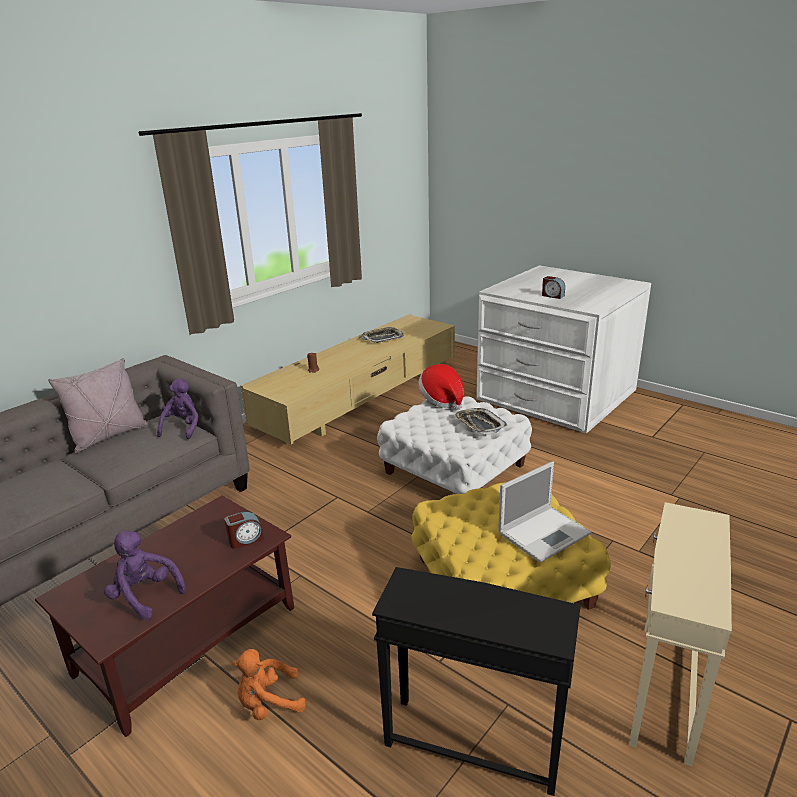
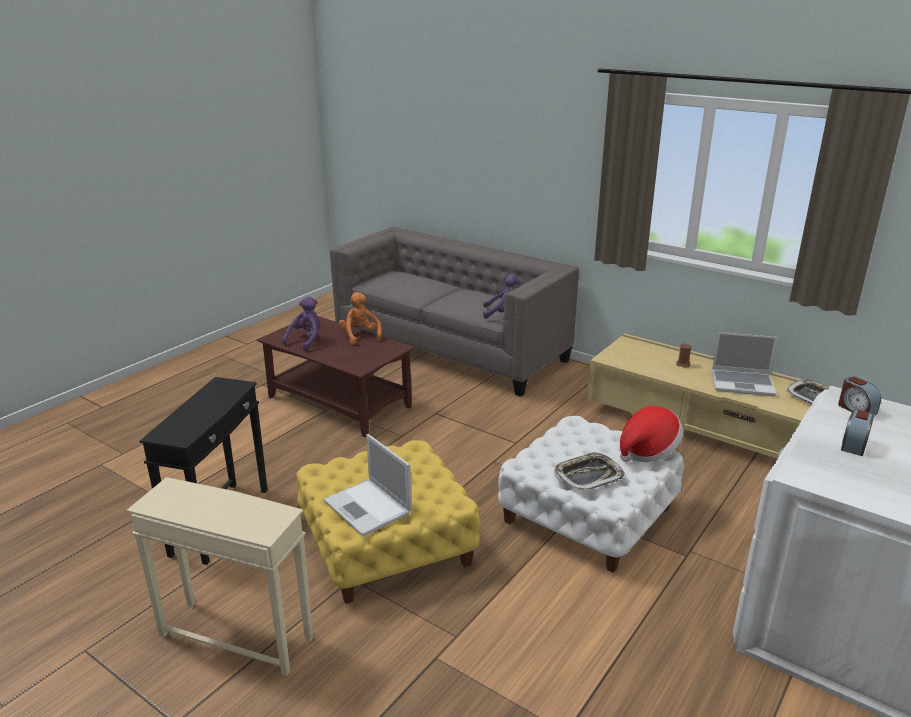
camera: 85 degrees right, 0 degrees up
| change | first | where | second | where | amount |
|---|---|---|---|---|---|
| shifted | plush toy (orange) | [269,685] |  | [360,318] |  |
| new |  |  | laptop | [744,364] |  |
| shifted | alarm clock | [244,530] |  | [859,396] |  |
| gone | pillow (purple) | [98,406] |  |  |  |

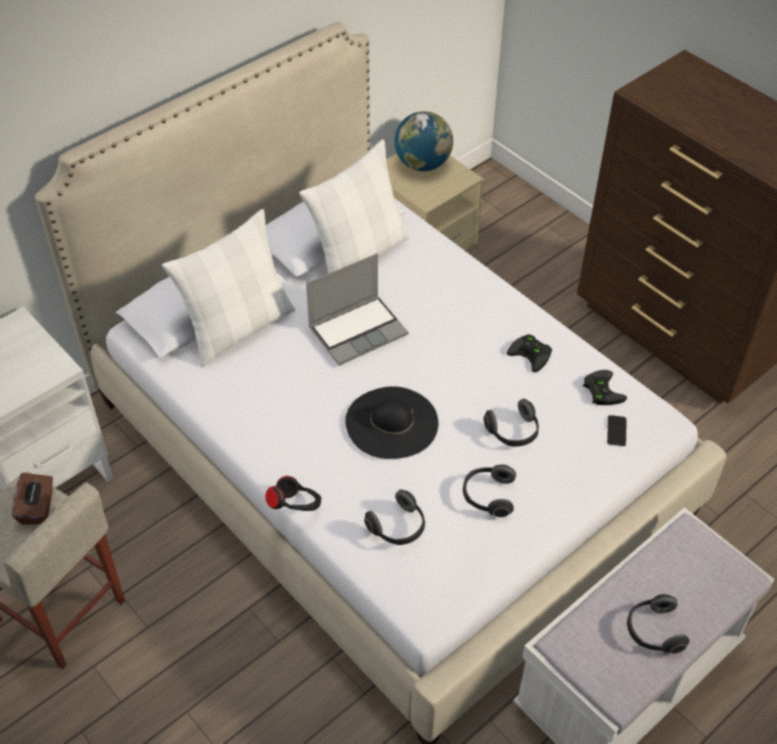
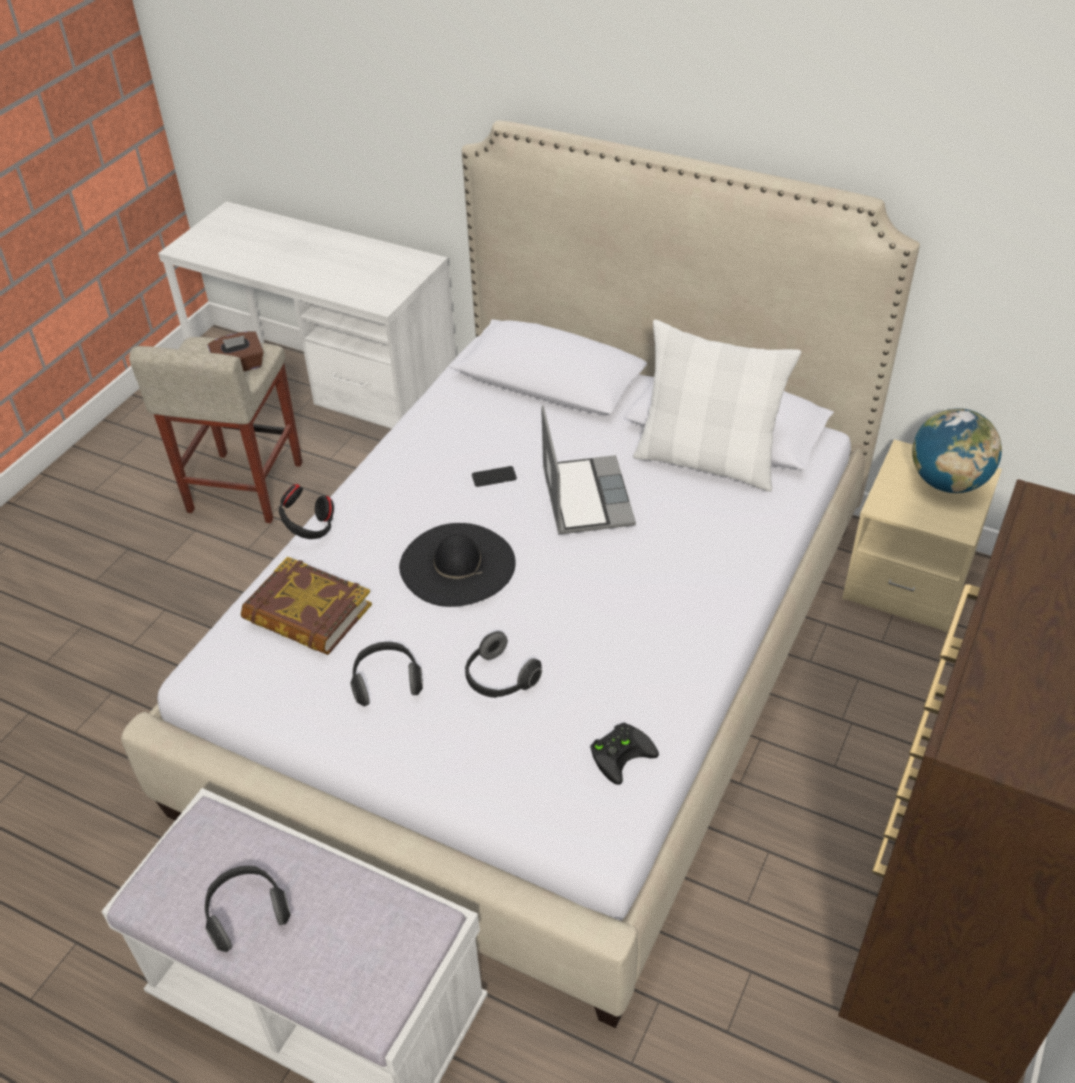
camera: 70 degrees right, 5 degrees down
| change | first | where | second | where | amount |
|---|---|---|---|---|---|
| swapped | headphones | [394,517] | book | [306,606] |  |
| shifted | phone | [617,430] |  | [494,476] |  |
| rotated | laptop | [357,309] |  | [588,470] | 135 degrees counterclockwise |
| gone | pillow (white) | [228,288] |  |  |  |
| gone | game controller (black) | [529,353] |  |  |  |

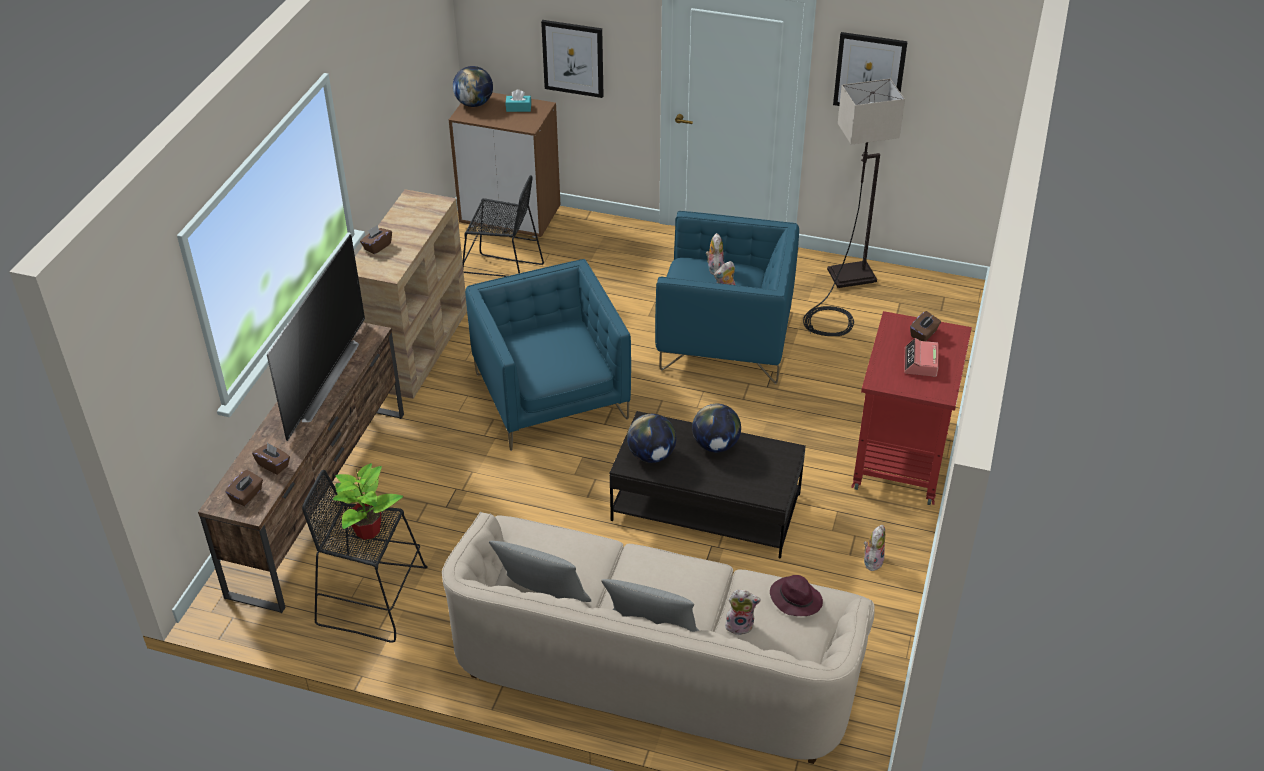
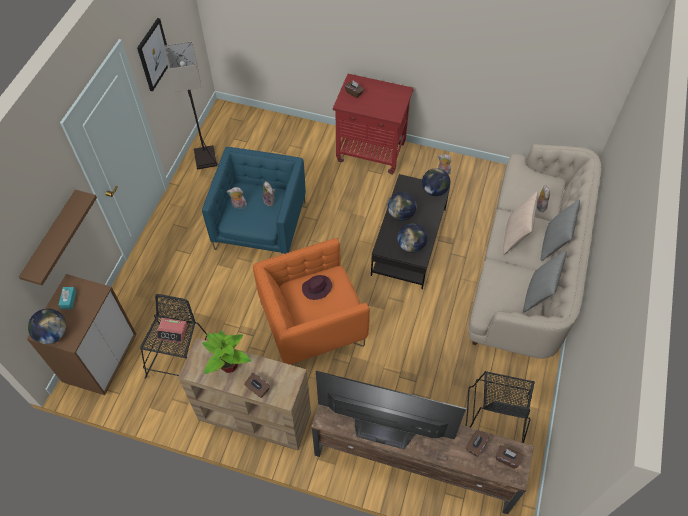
camera: 90 degrees left, 15 degrees up
| change | first | where | second | where | amount |
|---|---|---|---|---|---|
| swapped | picture | [572,59] | shelf (brown) | [58,237] |  |
| shifted | alarm clock | [921,357] |  | [172,330] |  |
| shifted | potted plant | [368,501] |  | [226,352] |  |
| repainted | armchair (blue) | [548,355] | armchair (orange) | [311,301] |  |
| shifted | hat (purple) | [796,595] |  | [317,287] |  |
| new |  |  | globe | [436,182] |  |
| new |  |  | pillow (beige) | [520,223] |  |

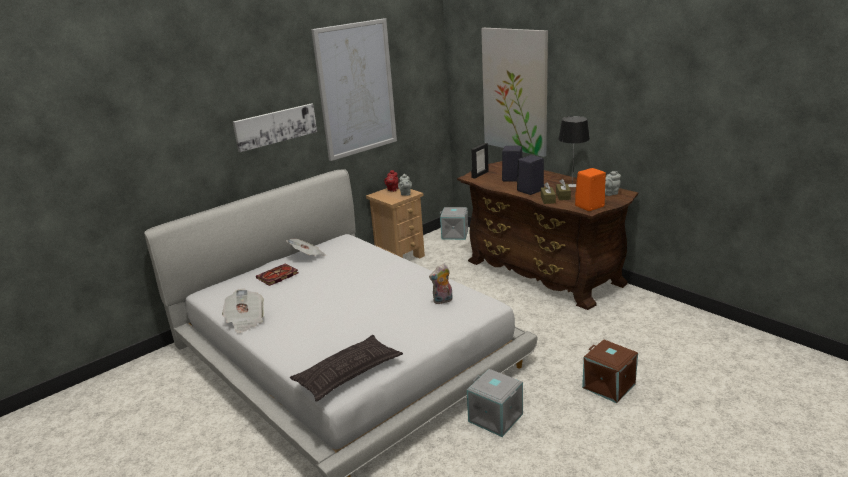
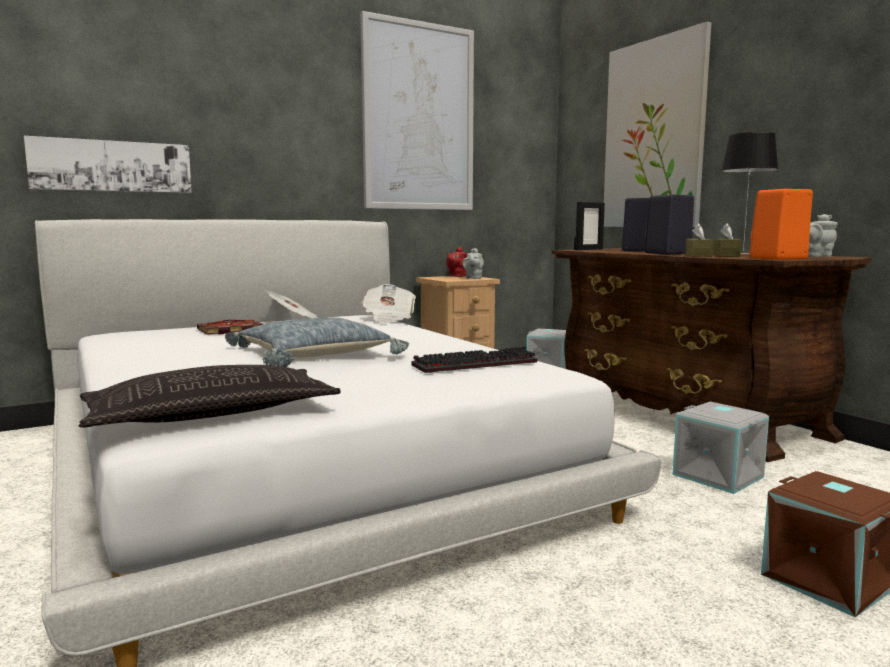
camera: 10 degrees right, 15 degrees down
| change | first | where | second | where | amount |
|---|---|---|---|---|---|
| shifted | picture | [275,127] |  | [108,164] |  |
| new |  |  | pillow | [317,342] |  |
| shifted | newspaper | [243,311] |  | [389,303] |  |
| swapped | plush toy | [441,284] | keyboard | [474,360] |  |
| shifted | storage box (grey) | [495,403] |  | [720,448] |  |

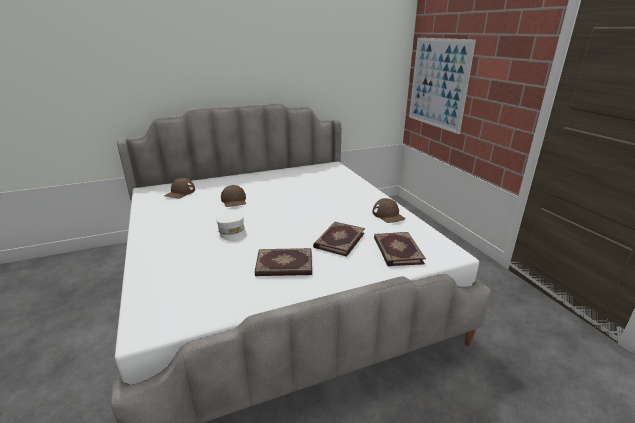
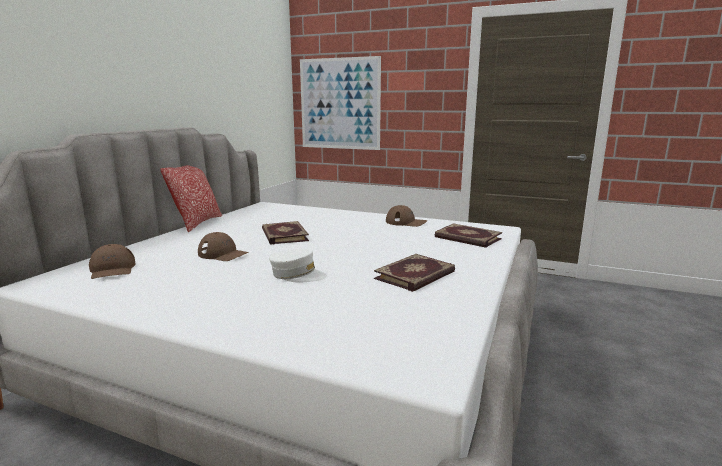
camera: 45 degrees left, 10 degrees down
| change | first | where | second | where | amount |
|---|---|---|---|---|---|
| new |  |  | pillow | [191,199] |  |
| shifted | book | [339,239] |  | [285,233] |  |

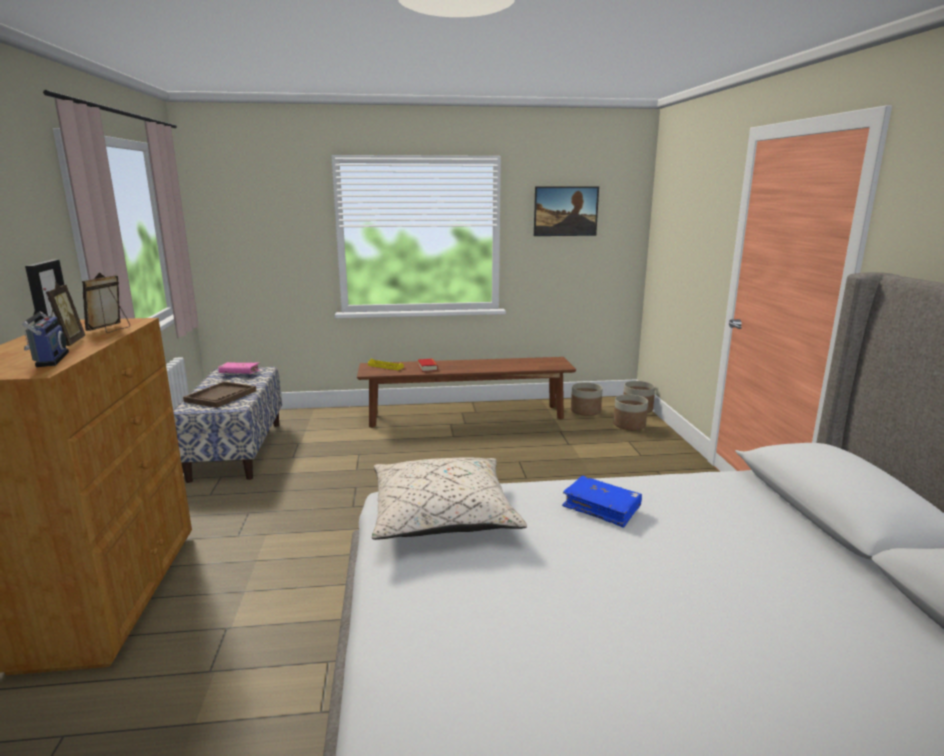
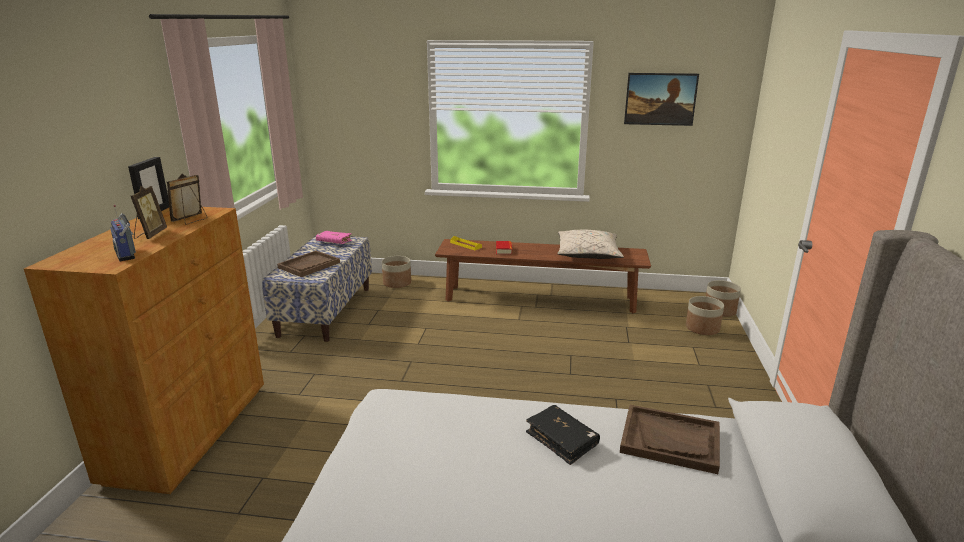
camera: 15 degrees right, 5 degrees up
| change | first | where | second | where | amount |
|---|---|---|---|---|---|
| rotated | radio | [45,327] |  | [123,233] | 150 degrees clockwise |
| shifted | planter | [587,399] |  | [396,272] |  |
| repainted | book (blue) | [602,502] | book (black) | [563,435] |  |
| shifted | pillow (beige) | [449,498] |  | [591,244] |  |
| new |  |  | tray (brown) | [670,439] |  |

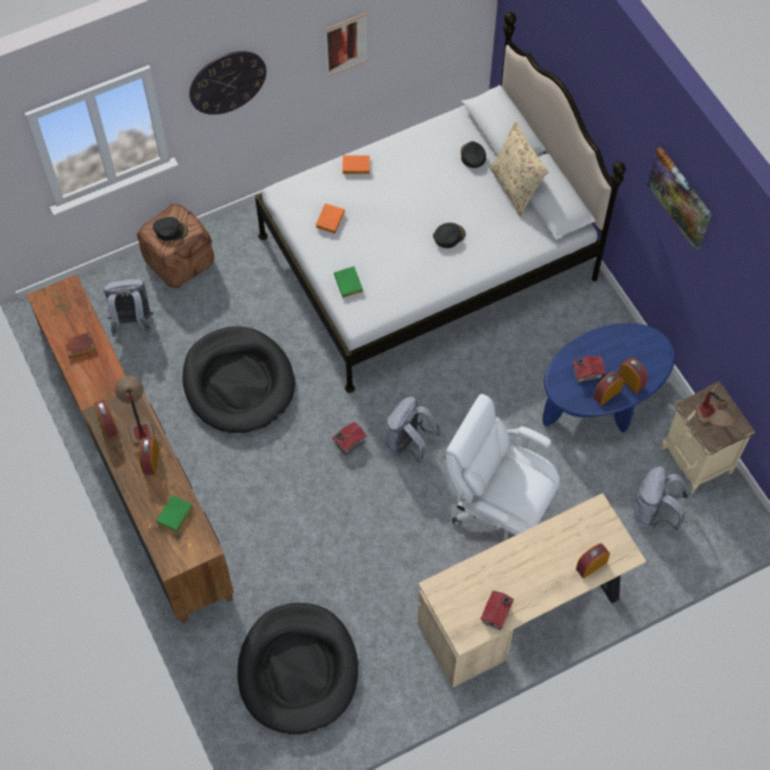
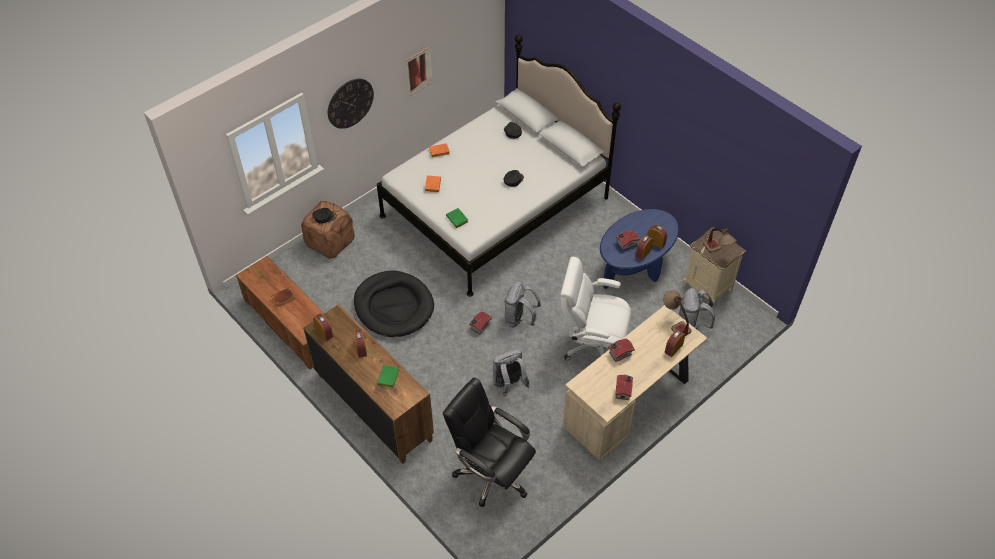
camera: 15 degrees left, 10 degrees down
| change | first | where | second | where | amount |
|---|---|---|---|---|---|
| swapped | dog bed (black) | [297,668] | office chair (black) | [489,442] |  |
| shifted | backpack (grey) | [128,308] |  | [511,373] |  |
| new |  |  | toy house | [621,350] |  |
| shifted | table lamp | [135,410] |  | [677,313] |  |
| gone | pillow (beige) | [519,169] |  |  |  |
| gone | picture | [679,199] |  |  |  |

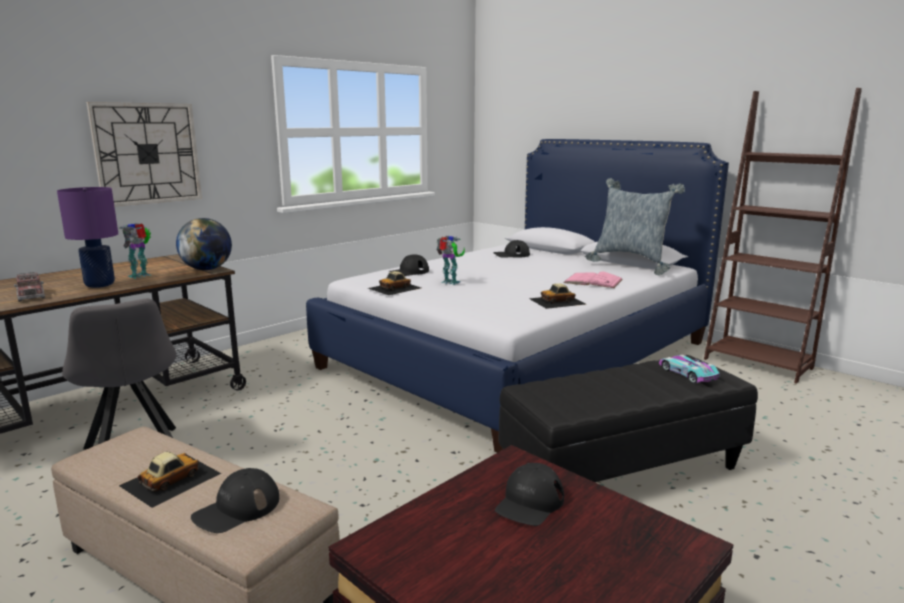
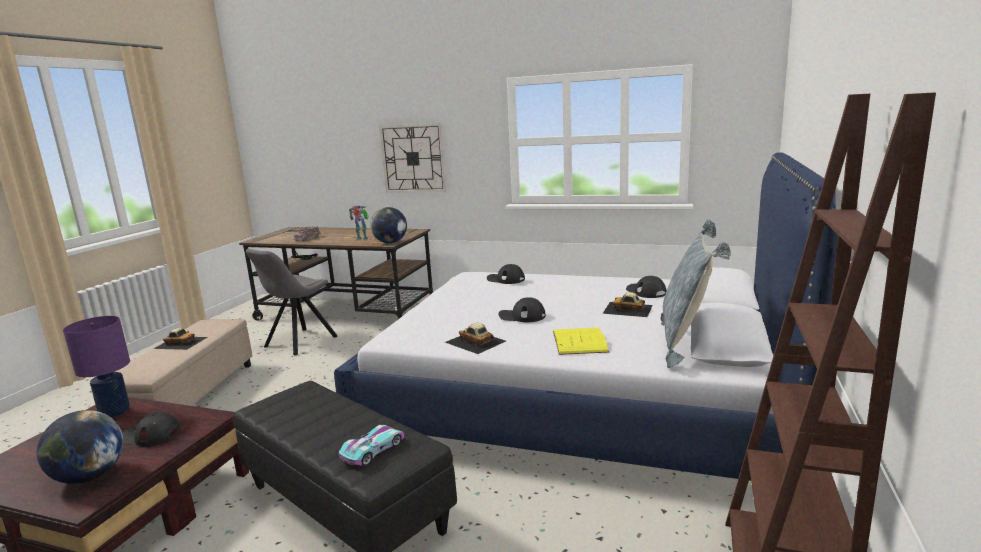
camera: 65 degrees right, 0 degrees up
| change | first | where | second | where | amount |
|---|---|---|---|---|---|
| new |  |  | globe | [80,447] |  |
| shifted | table lamp (purple) | [87,237] |  | [96,366] |  |
| shifted | cap (black) | [235,500] |  | [522,309] |  |
| repainted | book (pink) | [593,280] | book (yellow) | [581,341] |  |
| shifted | toy car | [394,283] |  | [628,304] |  |
| gone | toy robot | [450,260] |  |  |  |

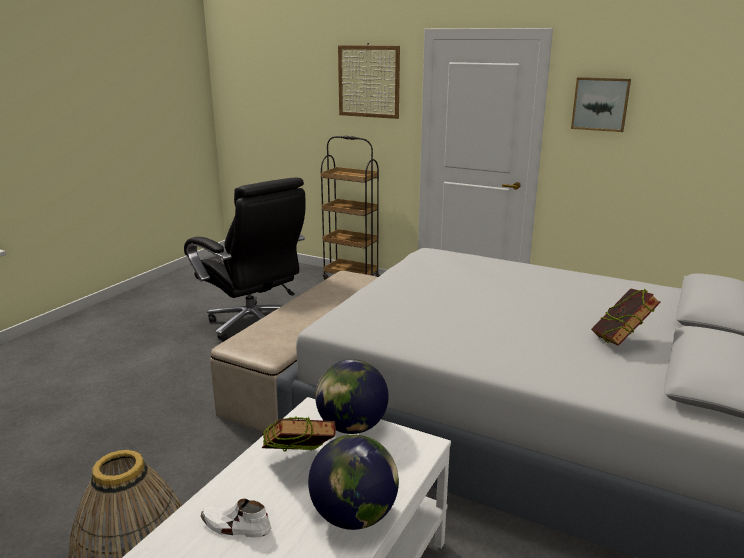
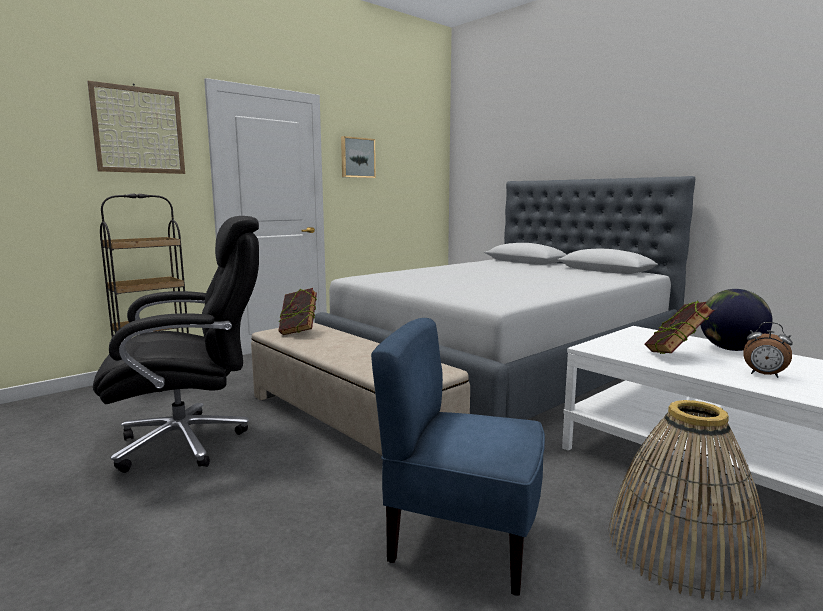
camera: 70 degrees left, 10 degrees down
| change | first | where | second | where | amount |
|---|---|---|---|---|---|
| shifted | book | [626,317] |  | [297,311] |  |
| new |  |  | chair (blue) | [458,457] |  |
| swapped | shoe (white) | [236,518] | alarm clock | [768,350] |  |
| gone | globe | [352,396] |  |  |  |

